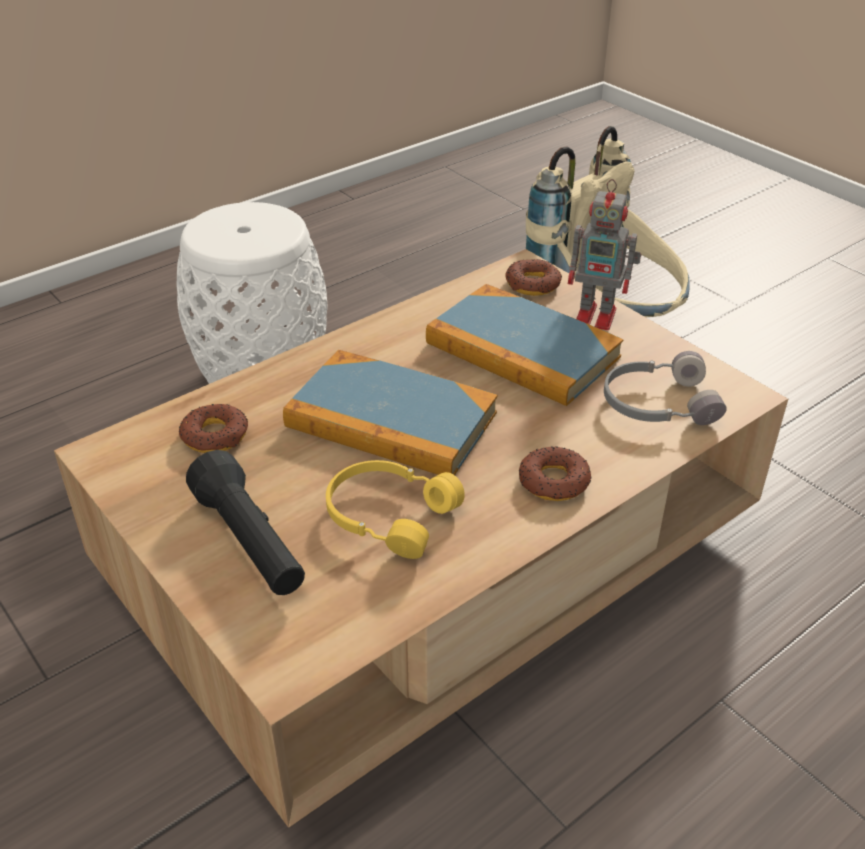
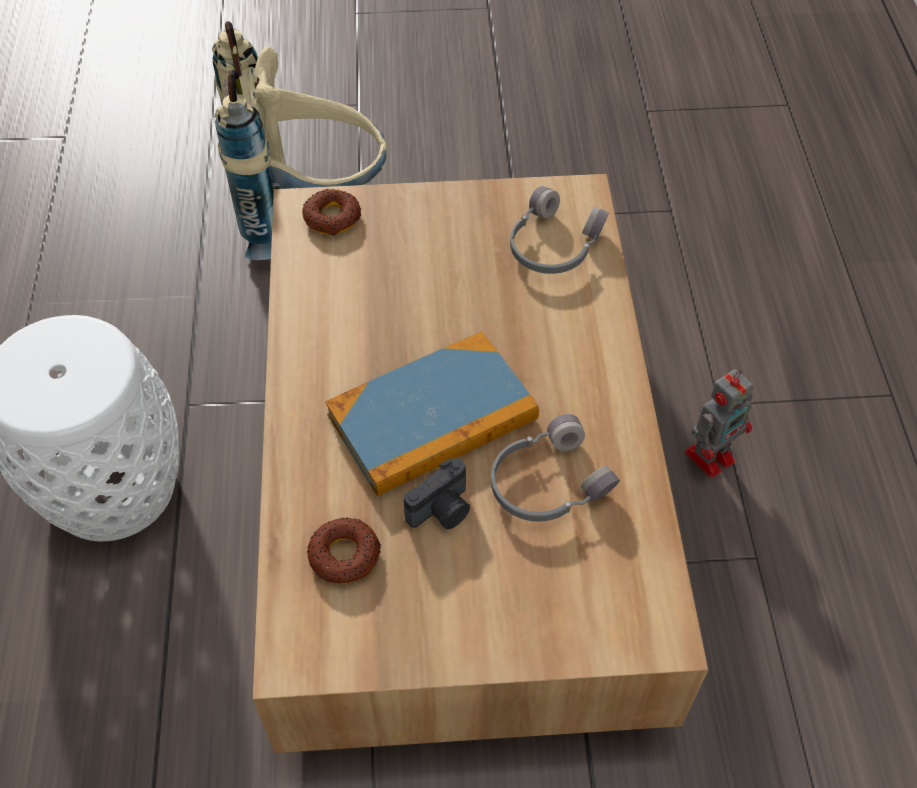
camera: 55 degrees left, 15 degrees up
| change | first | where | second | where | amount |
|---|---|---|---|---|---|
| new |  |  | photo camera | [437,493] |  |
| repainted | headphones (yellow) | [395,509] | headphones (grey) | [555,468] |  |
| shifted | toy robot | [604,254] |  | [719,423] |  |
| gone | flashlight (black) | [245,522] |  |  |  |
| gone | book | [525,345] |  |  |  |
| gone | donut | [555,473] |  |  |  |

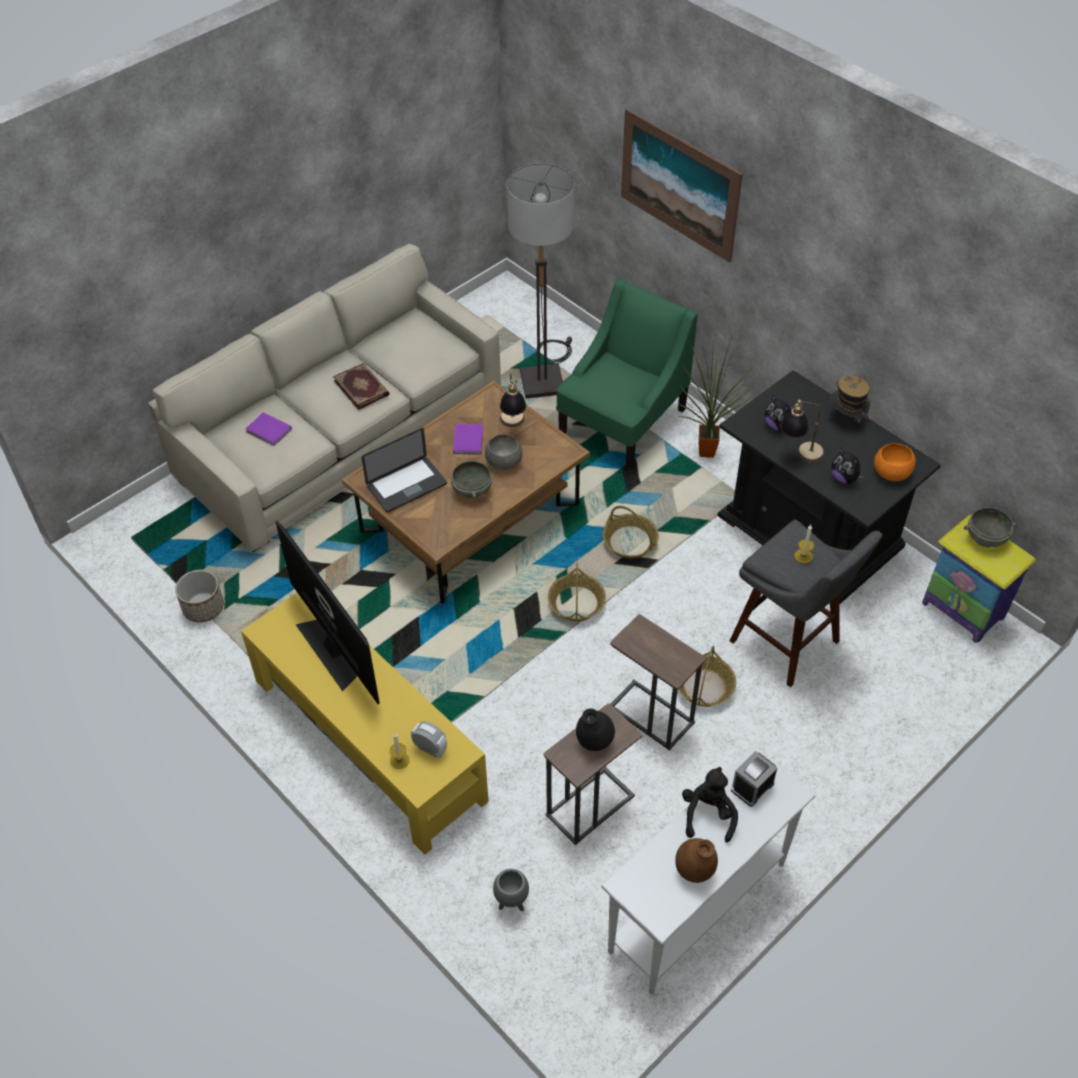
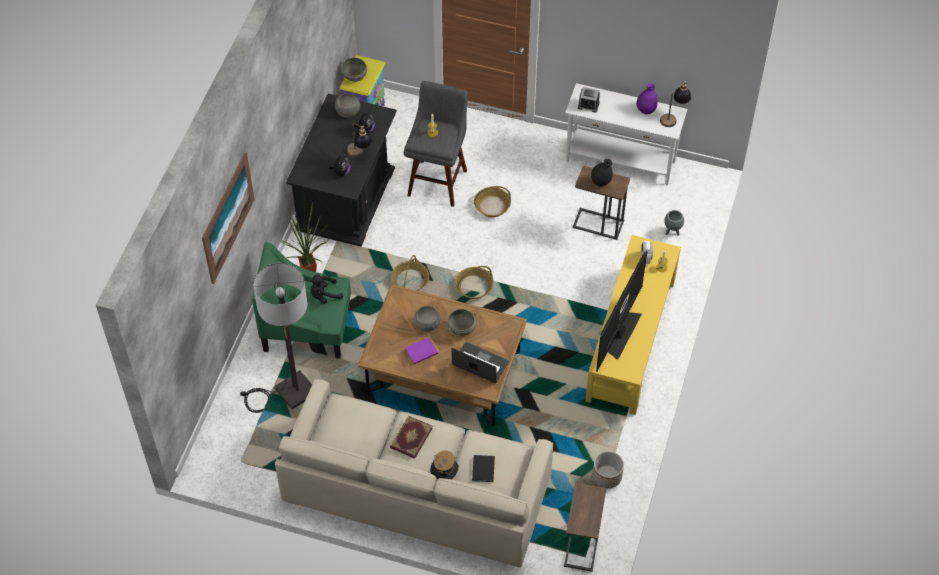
camera: 120 degrees left, 5 degrees up
| change | first | where | second | where | amount |
|---|---|---|---|---|---|
| shifted | plush toy (black) | [710,805] |  | [326,289] |  |
| repainted | bowl (orange) | [895,462] | bowl (grey) | [347,105] |  |
| shifted | hat | [849,399] |  | [444,465] |  |
| repainted | book (purple) | [269,429] | book (black) | [483,468] |  |
| shifted | side table (brown) | [658,682] |  | [585,527] |  |
| repainted | vase (brown) | [696,860] | vase (purple) | [647,99] |  |
| shifted | table lamp | [513,400] |  | [675,103] |  |

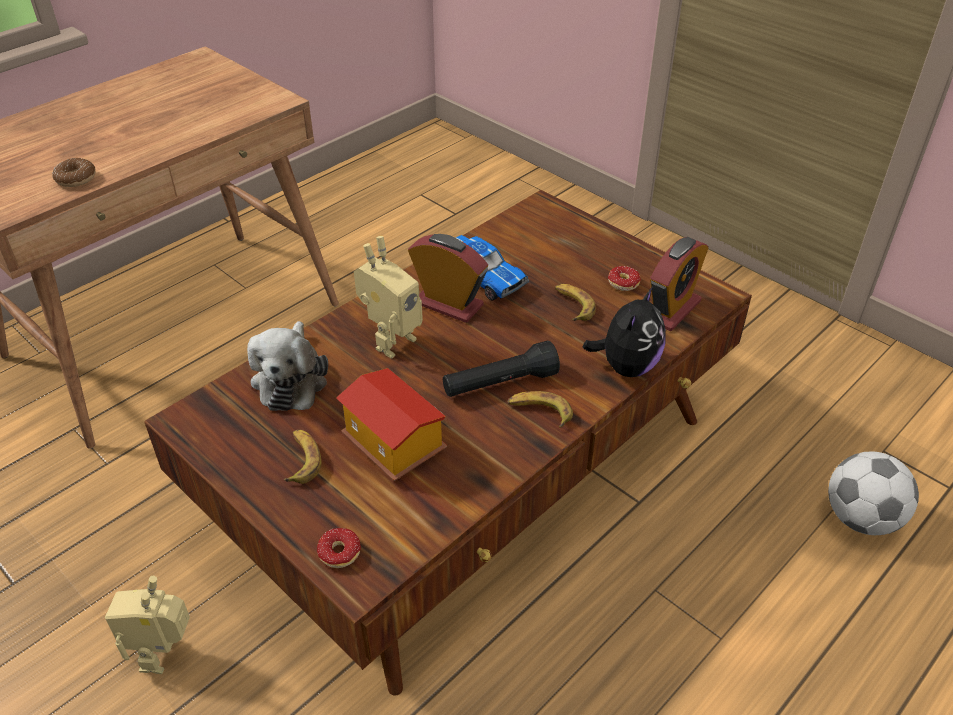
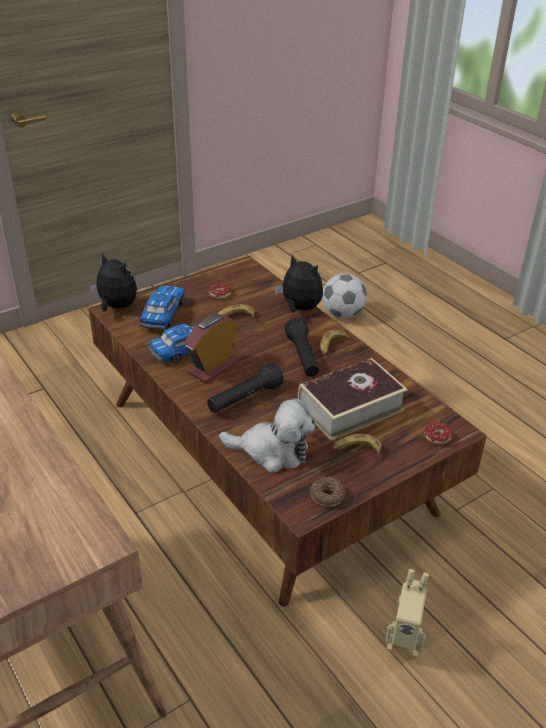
camera: 80 degrees left, 5 degrees down
| change | first | where | second | where | amount |
|---|---|---|---|---|---|
| new |  |  | plush toy | [113,282] |  |
| new |  |  | toy car | [162,308] |  |
| swapped | toy robot | [388,297] | flashlight (black) | [245,388] |  |
| swapped | toy house | [391,424] | book | [353,399] |  |
| shifted | donut | [74,172] |  | [328,492] |  |
| gone | alarm clock | [679,284] |  |  |  |

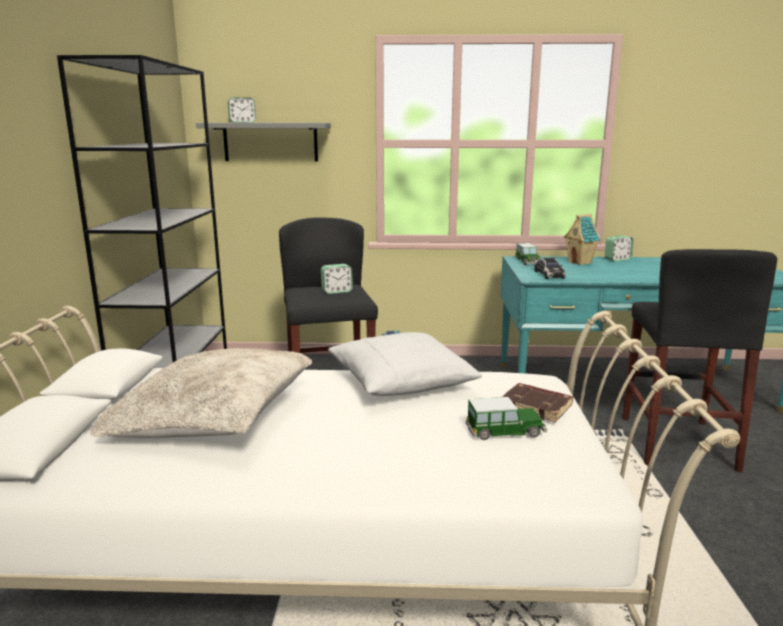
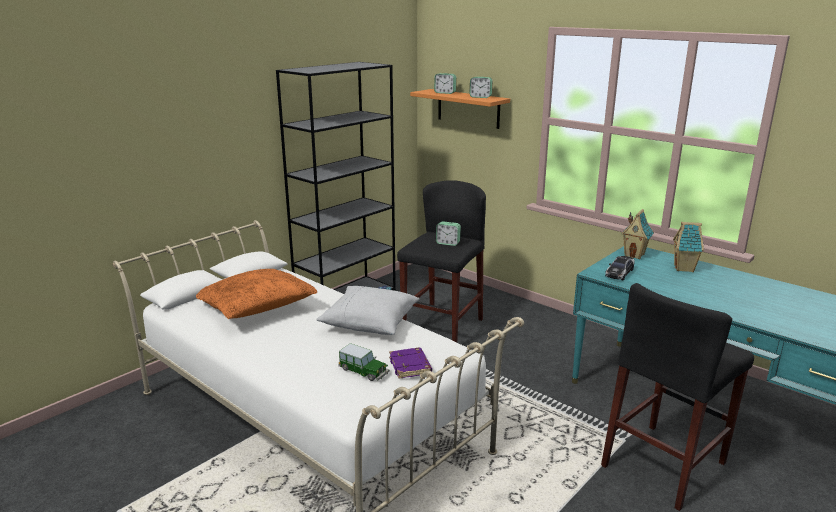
camera: 40 degrees right, 5 degrees up
| change | first | where | second | where | amount |
|---|---|---|---|---|---|
| repainted | pillow (beige) | [201,393] | pillow (orange) | [256,294] |  |
| repainted | book (brown) | [537,403] | book (purple) | [410,363] |  |
| repainted | shelf (grey) | [263,142] | shelf (orange) | [460,109] |  |
| shifted | alarm clock | [619,248] |  | [480,87] |  |
| swapped | toy car | [528,254] | toy house | [637,234] |  |

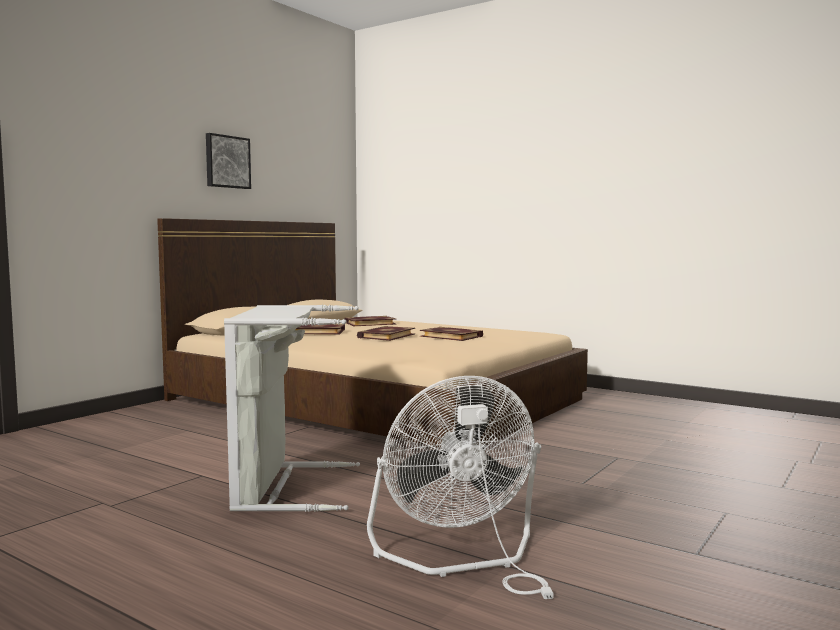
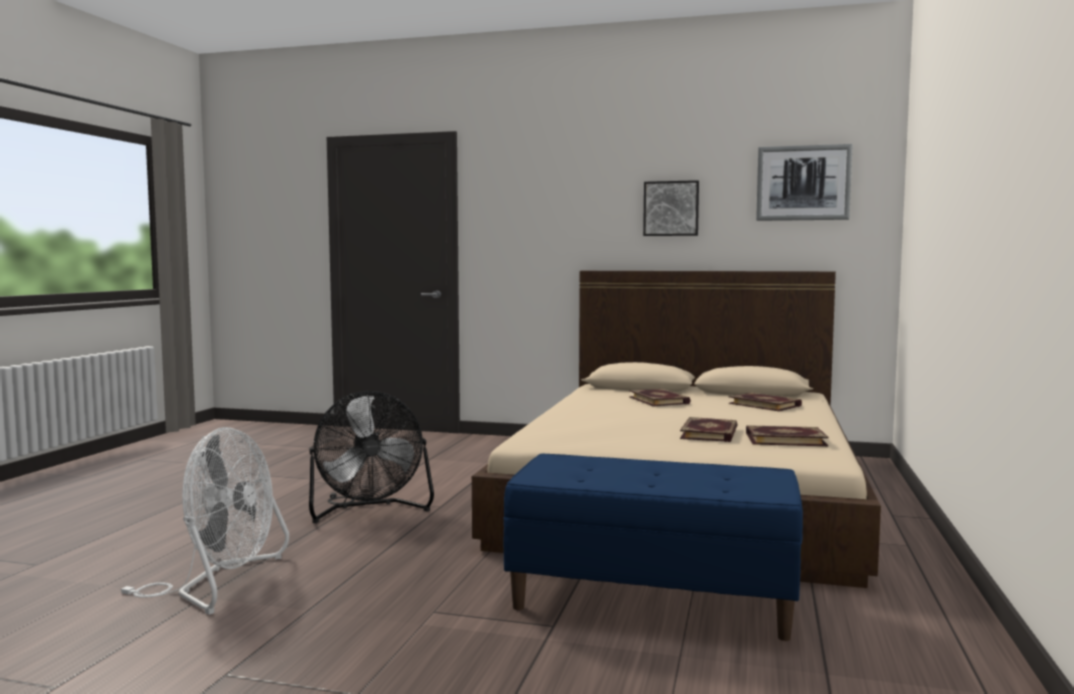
camera: 70 degrees right, 0 degrees up
| change | first | where | second | where | amount |
|---|---|---|---|---|---|
| rotated | fan (white) | [460,487] |  | [205,521] | 45 degrees clockwise |
| swapped | laundry basket (grey) | [292,408] | fan (black) | [371,457] |  |
| new |  |  | bench (blue) | [653,547] |  |
| shifted | book | [386,333] |  | [787,435] |  |
| new |  |  | picture | [804,182] |  |

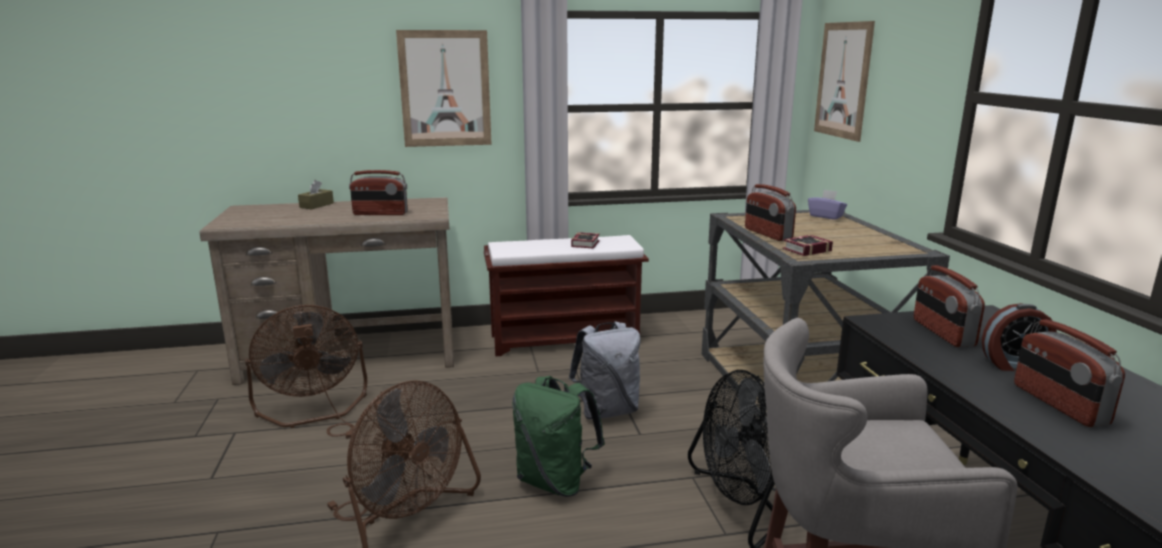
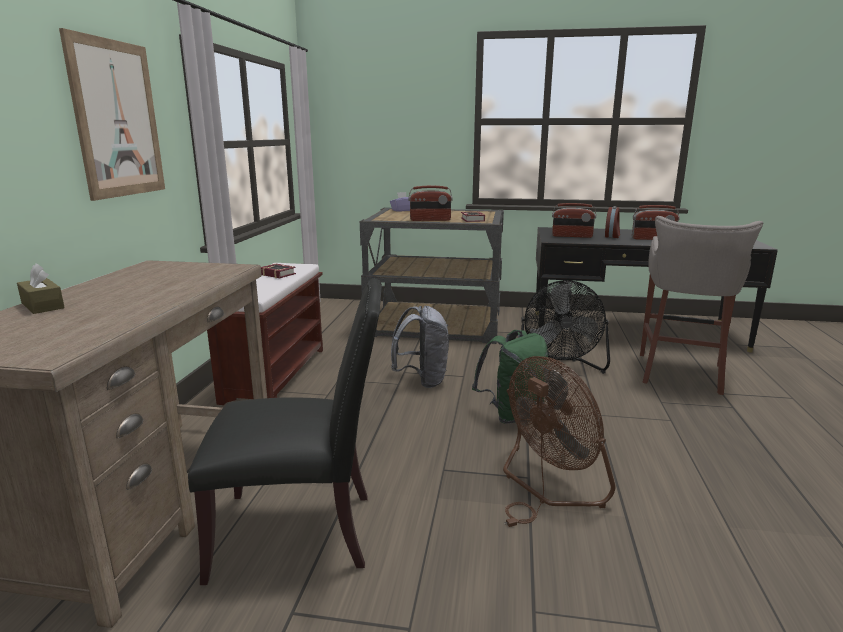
camera: 70 degrees left, 0 degrees up
| change | first | where | second | where | amount |
|---|---|---|---|---|---|
| swapped | fan (brown) | [306,372] | chair (black) | [285,431] |  |
| gone | radio | [378,192] |  |  |  |
| gone | picture | [844,81] |  |  |  |

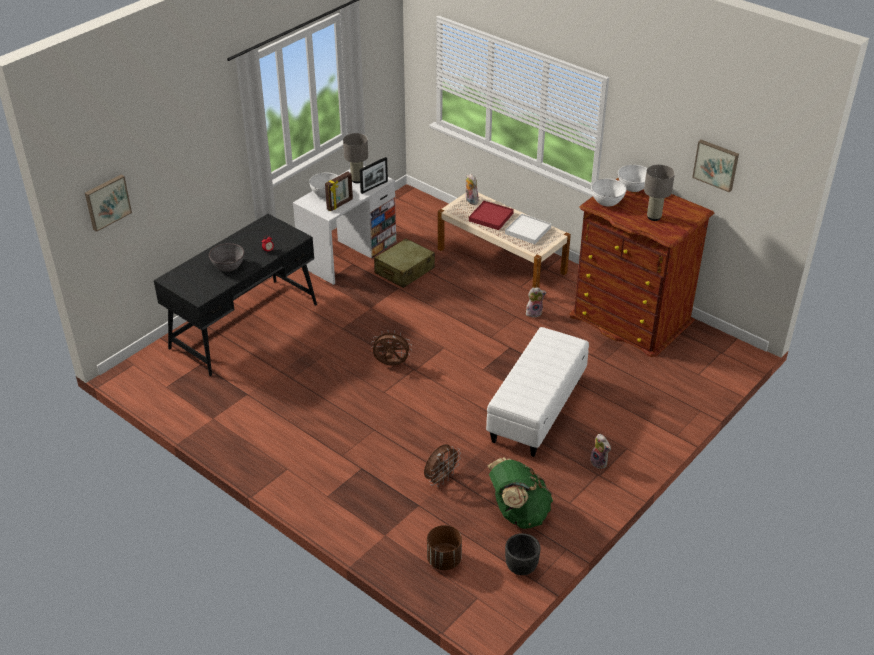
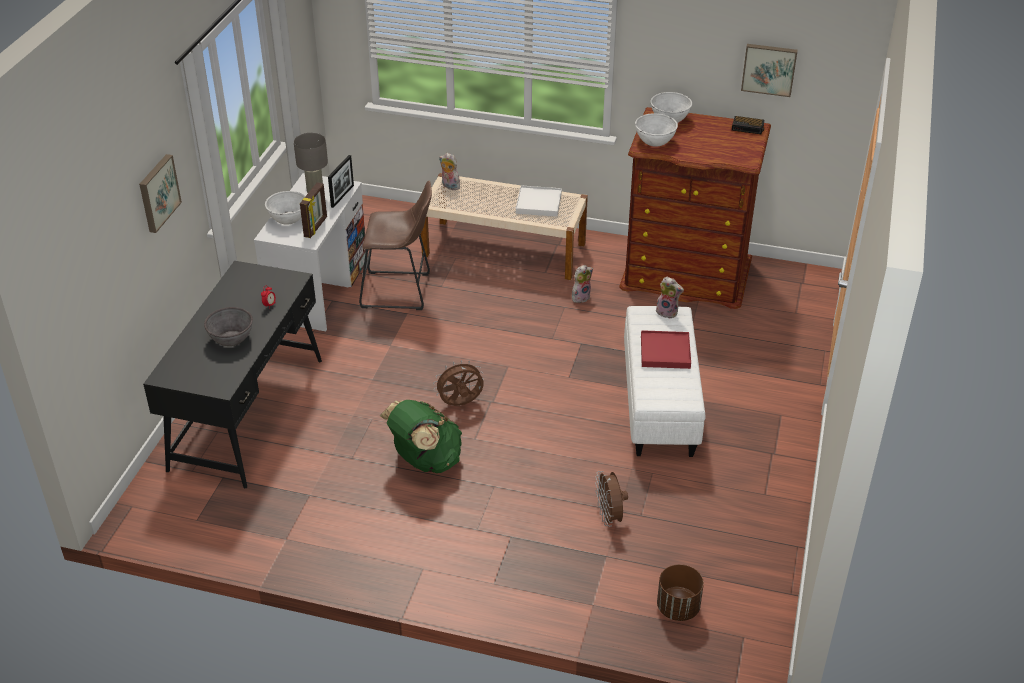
camera: 25 degrees left, 0 degrees up
| change | first | where | second | where | amount |
|---|---|---|---|---|---|
| shifted | picture | [108,203] |  | [160,193] |  |
| swapped | suitcase (beige) | [404,263] | stool (brown) | [395,245] |  |
| shifted | backpack (green) | [520,493] |  | [421,436] |  |
| rotated | fan (brown) | [442,465] |  | [611,499] | 150 degrees clockwise |
| shifted | tray (red) | [491,215] |  | [666,349] |  |
| shifted | plush toy | [600,451] |  | [670,298] |  |
| new |  |  | alarm clock | [748,125] |  |
| gone | planter (black) | [523,554] |  |  |  |
| gone | table lamp (grey) | [659,193] |  |  |  |

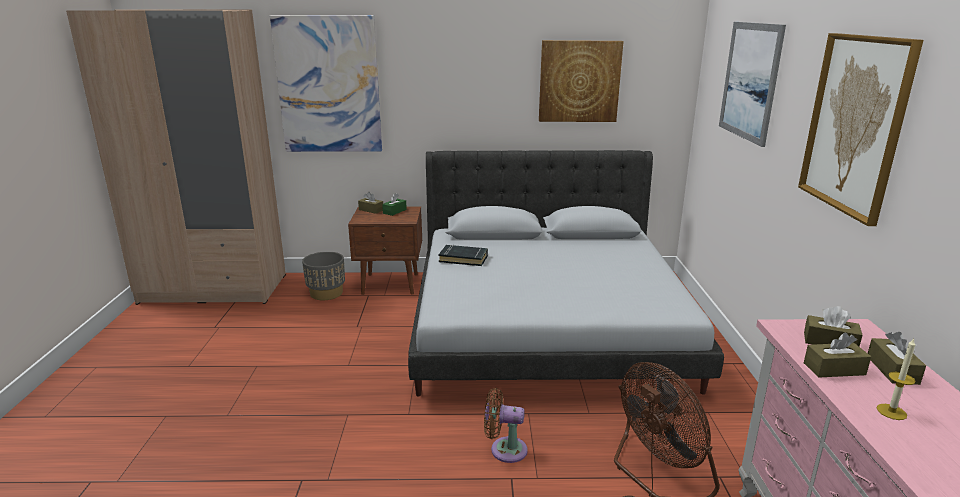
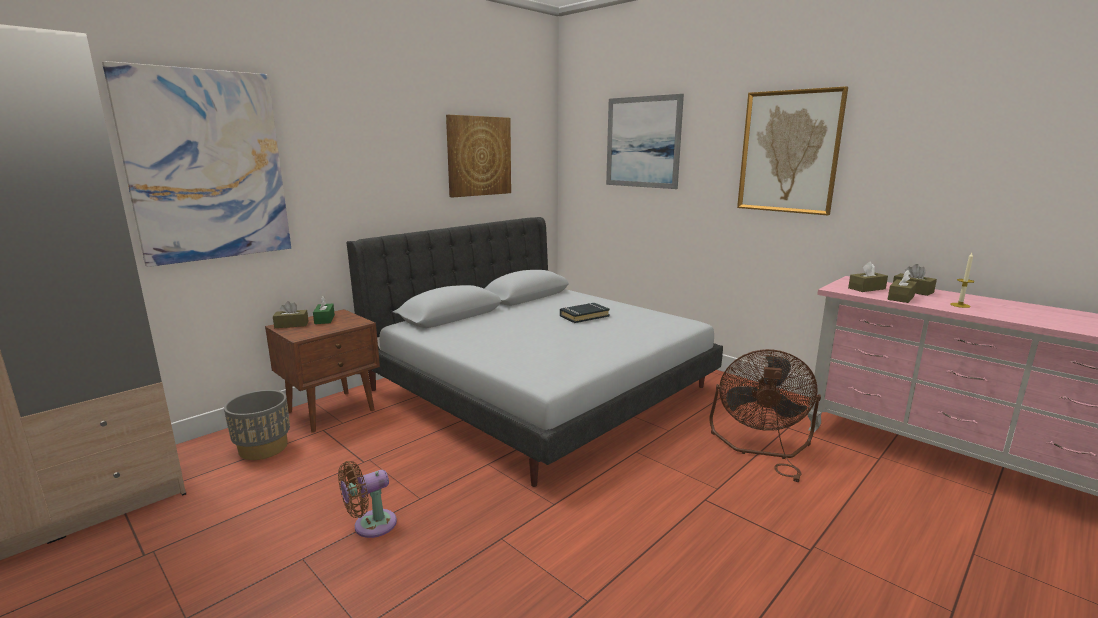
camera: 45 degrees left, 5 degrees down
| change | first | where | second | where | amount |
|---|---|---|---|---|---|
| shifted | fan (brown) | [506,425] |  | [367,499] |  |
| shifted | book (black) | [463,255] |  | [585,313] |  |

